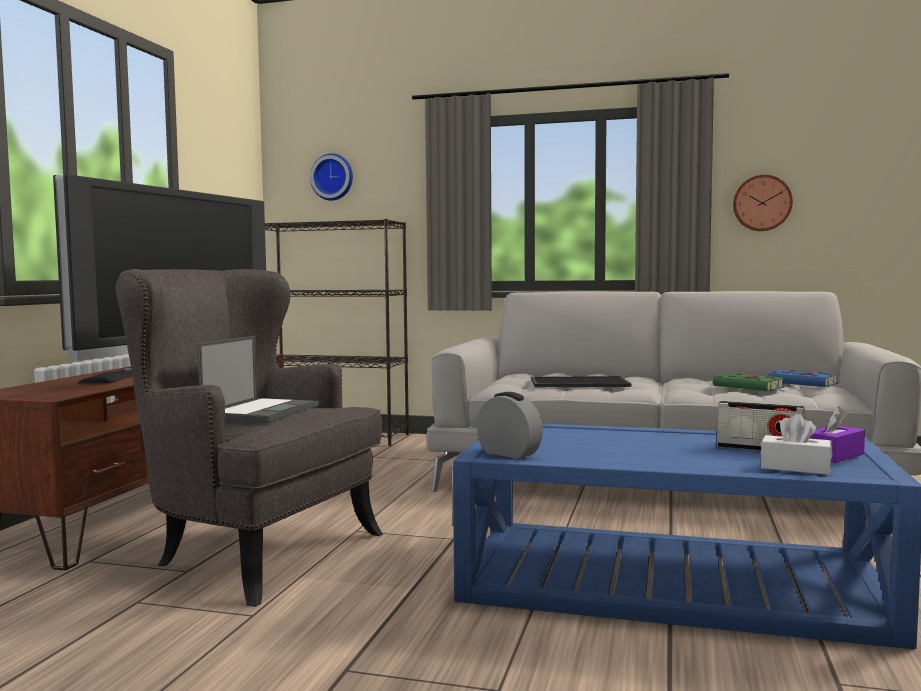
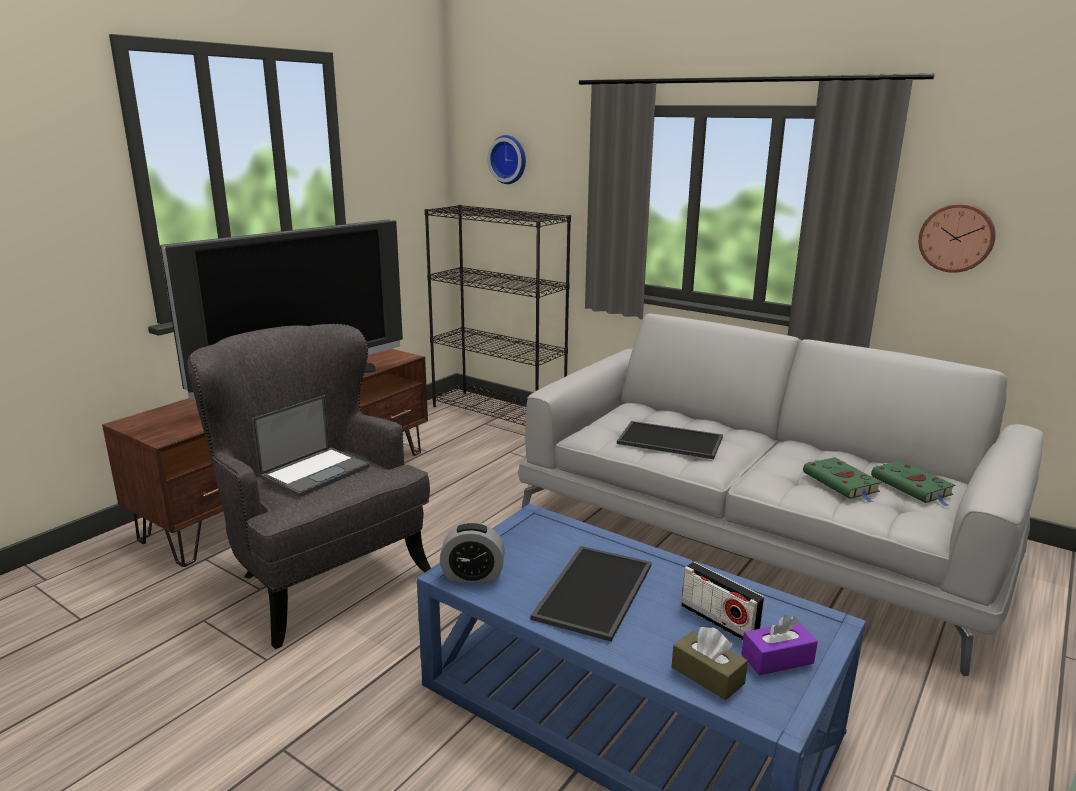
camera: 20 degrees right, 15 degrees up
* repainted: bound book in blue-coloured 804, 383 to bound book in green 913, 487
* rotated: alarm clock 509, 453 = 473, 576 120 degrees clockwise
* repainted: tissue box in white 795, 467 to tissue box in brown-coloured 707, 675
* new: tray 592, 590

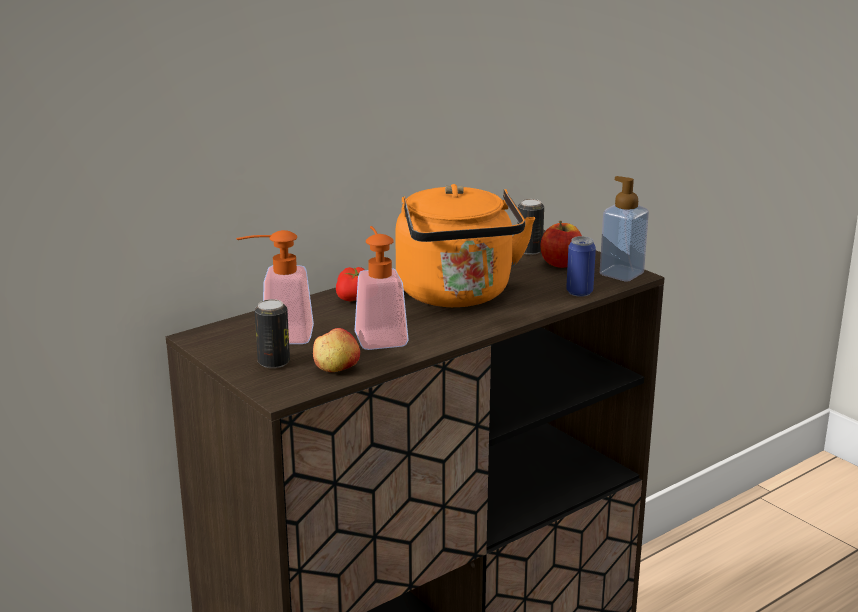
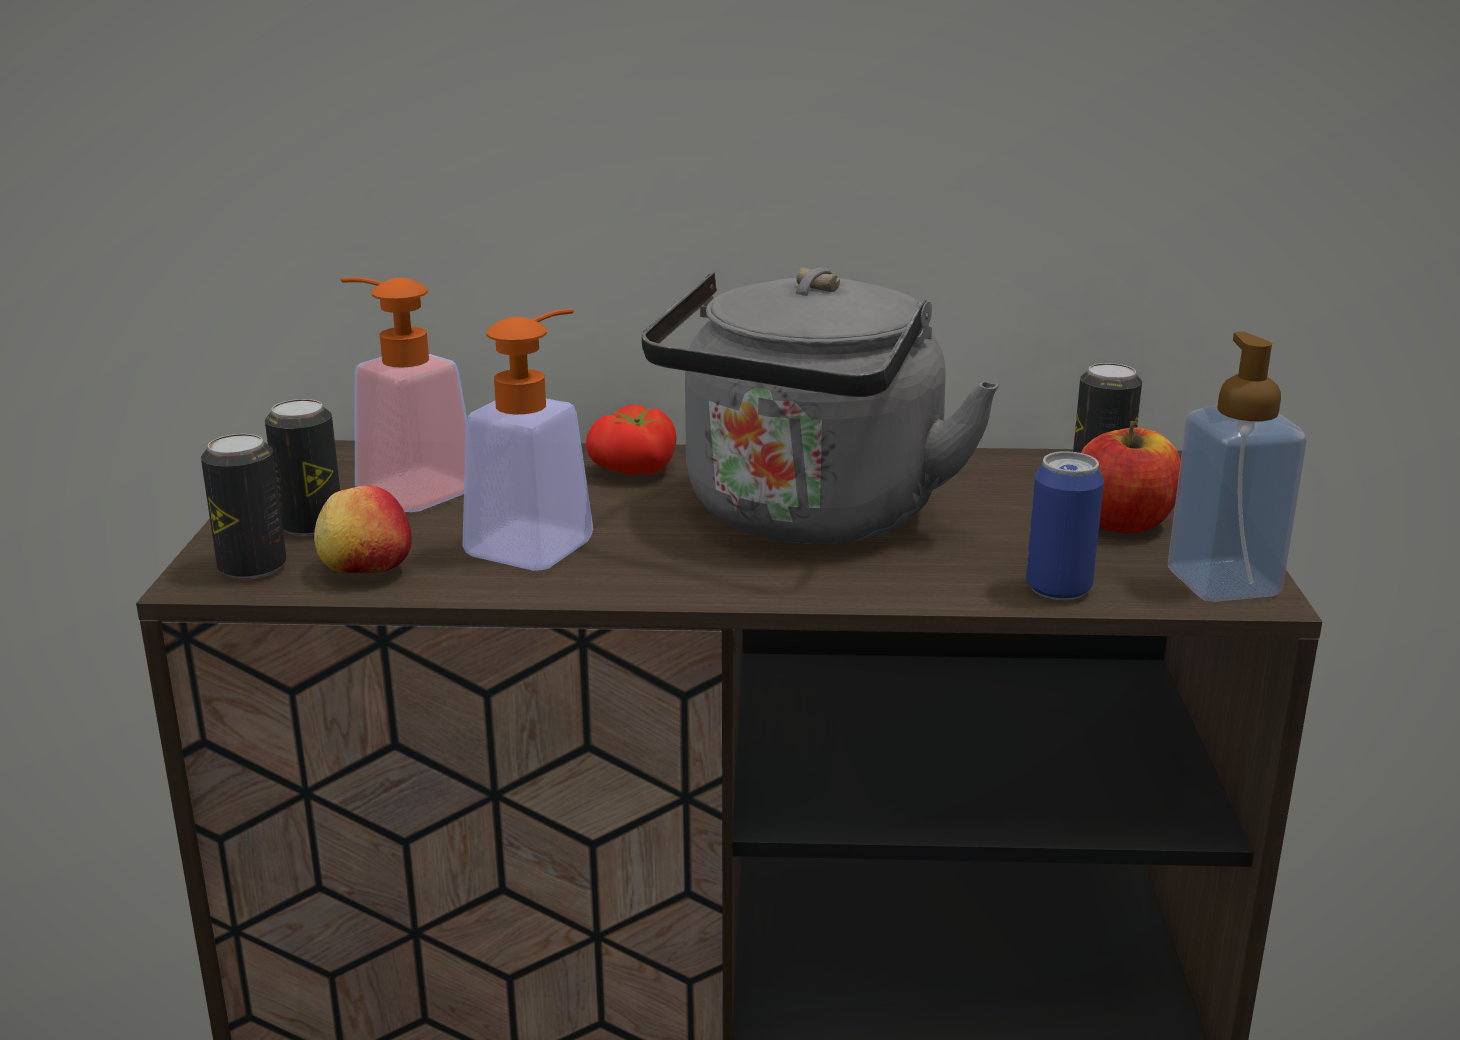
camera: 40 degrees right, 0 degrees up
* repainted: tea kettle in orange-coloured 457, 295 to tea kettle in gray 807, 518
* new: metal can 252, 567

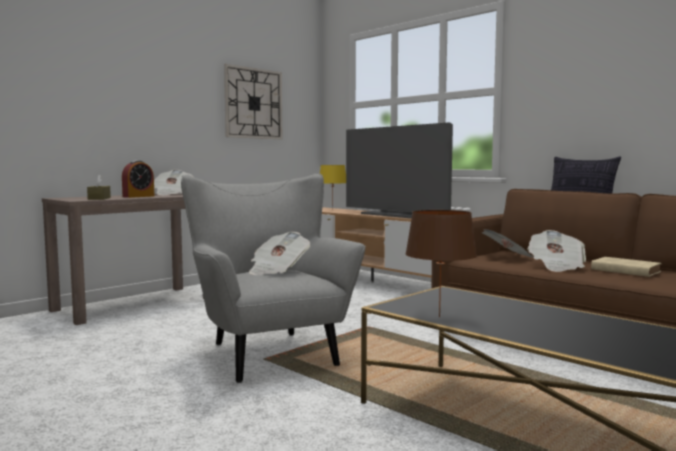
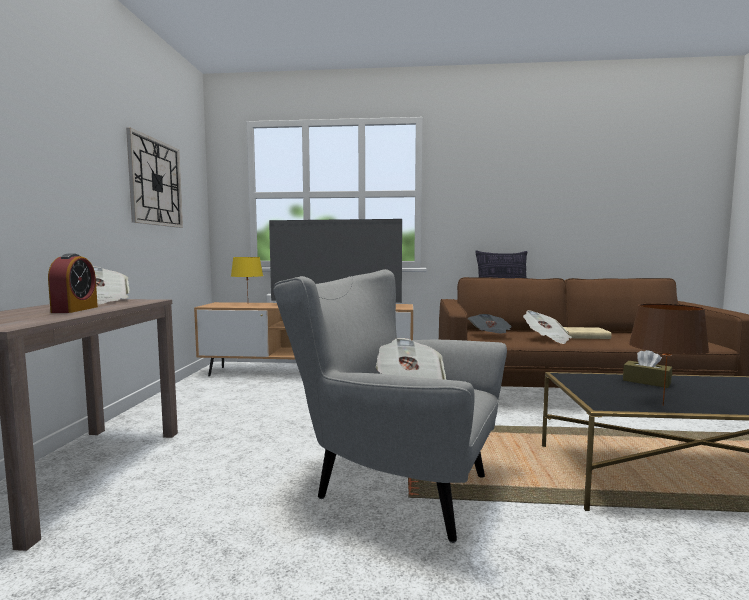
camera: 40 degrees left, 0 degrees up
* shifted: tissue box in brown-coloured 99, 198 to 646, 382

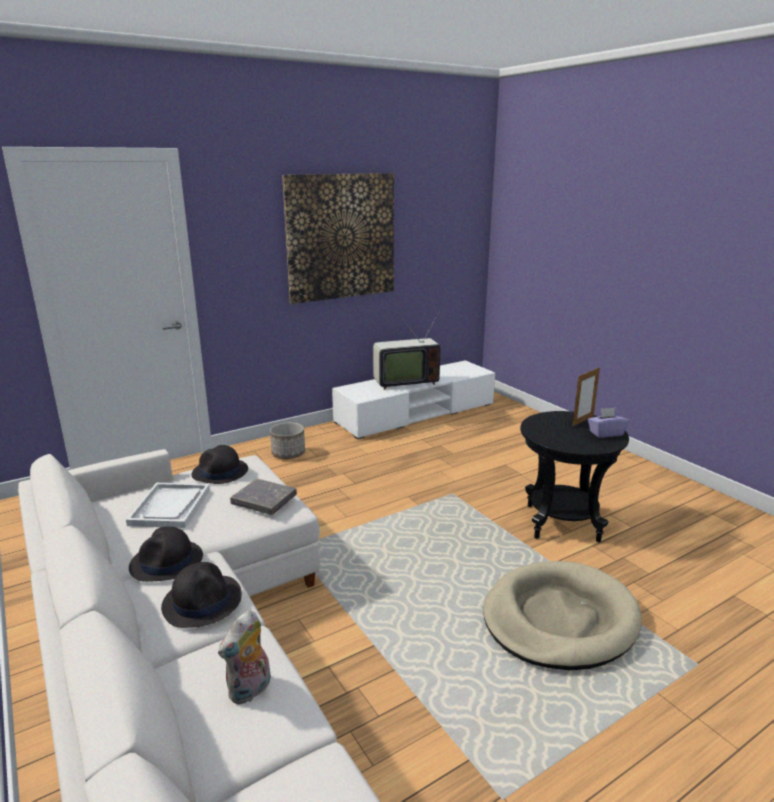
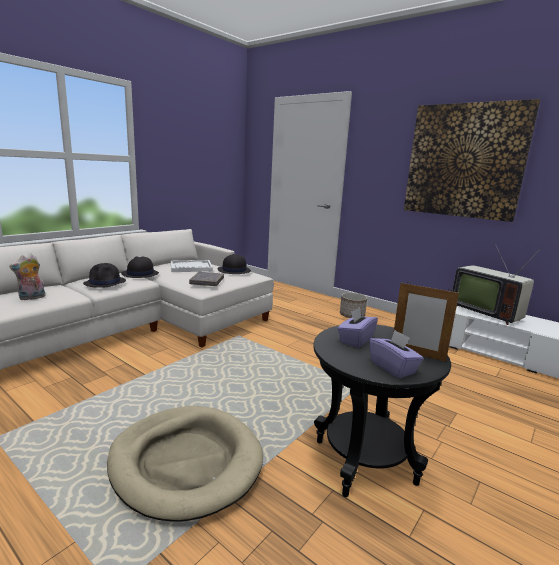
camera: 70 degrees right, 5 degrees down
* rotated: cuddly toy 250, 691 = 32, 298 60 degrees counterclockwise
* new: tissue box in purple-coloured 355, 340

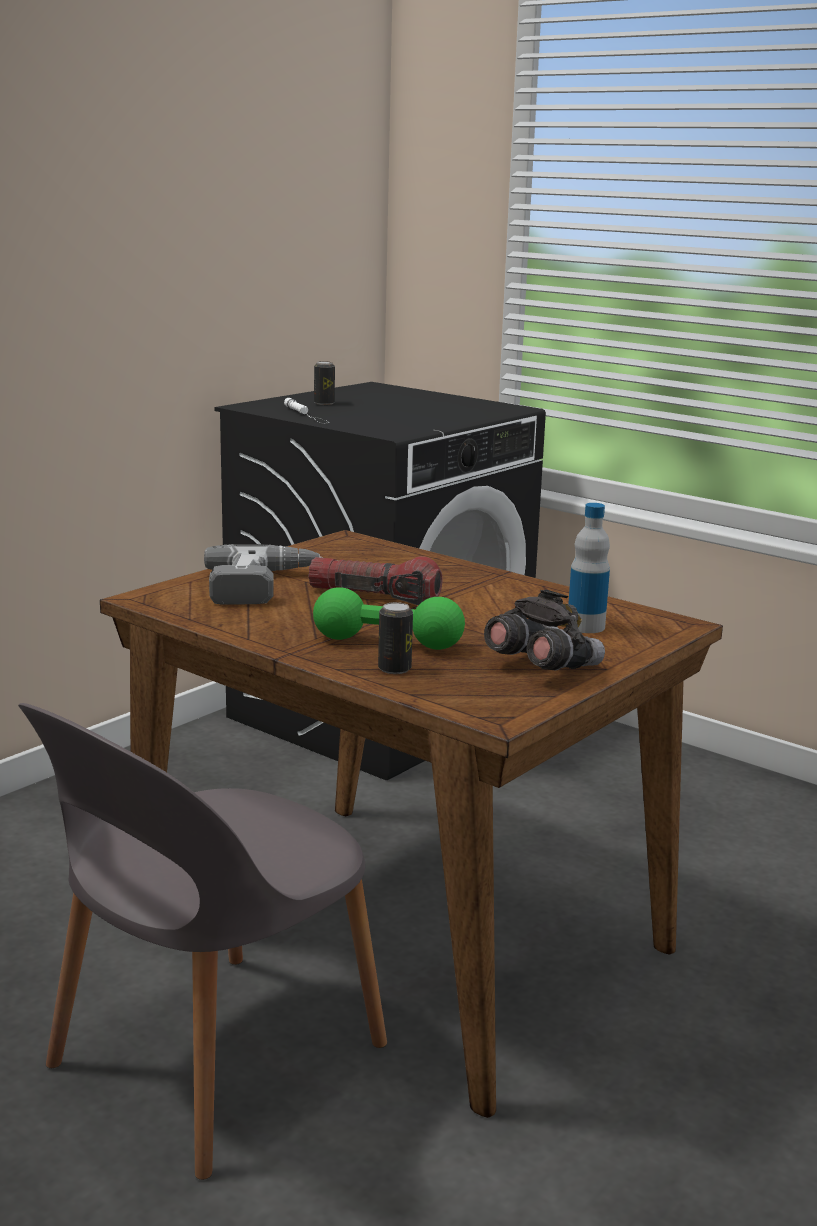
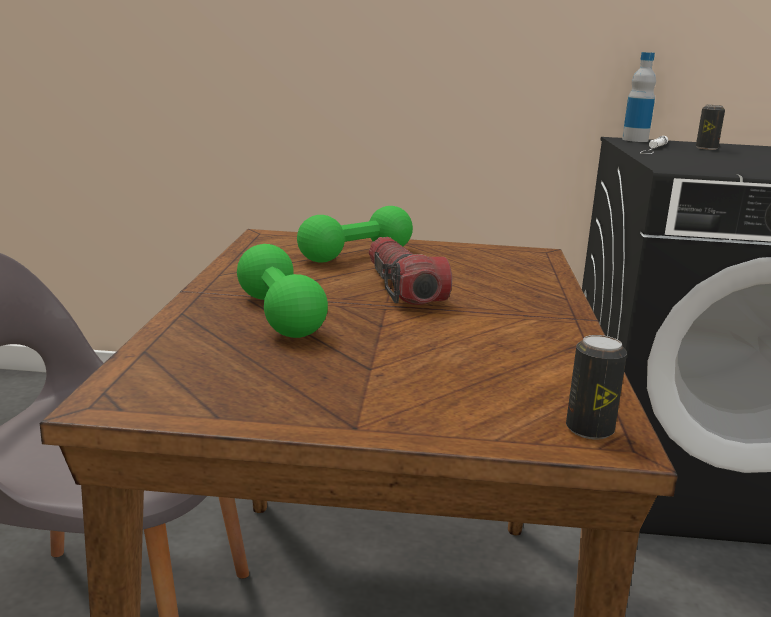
camera: 55 degrees right, 0 degrees up
* shifted: bottle 585, 626 to 635, 140
* swapped: electric drill 263, 586 to hand weight in green 356, 255
* gone: binoculars in gray 542, 667
* shifted: metal can 394, 669 to 589, 430

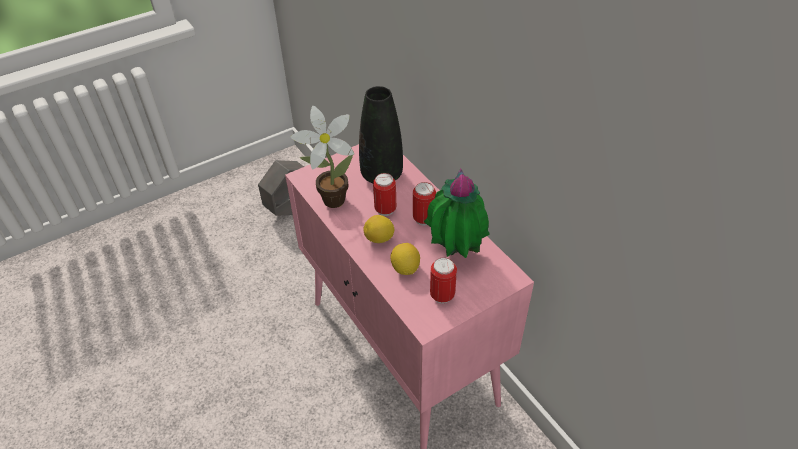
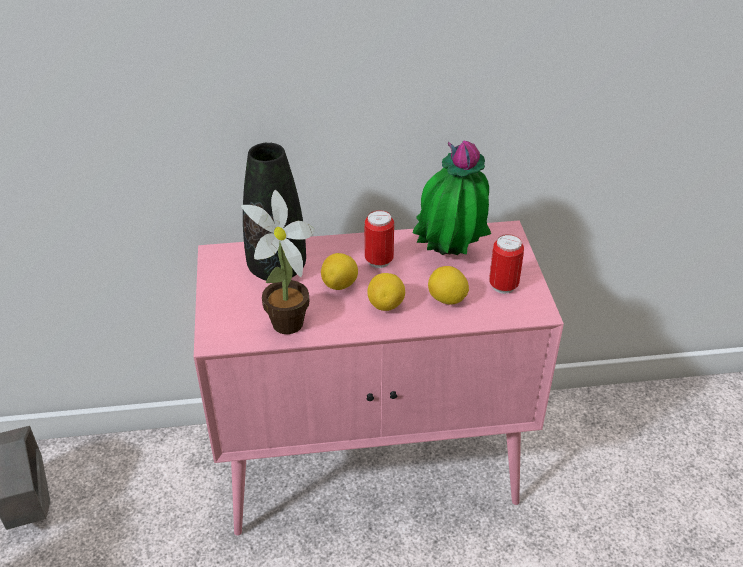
camera: 65 degrees left, 5 degrees down
* swapped: metal can 385, 209 to lemon 340, 285

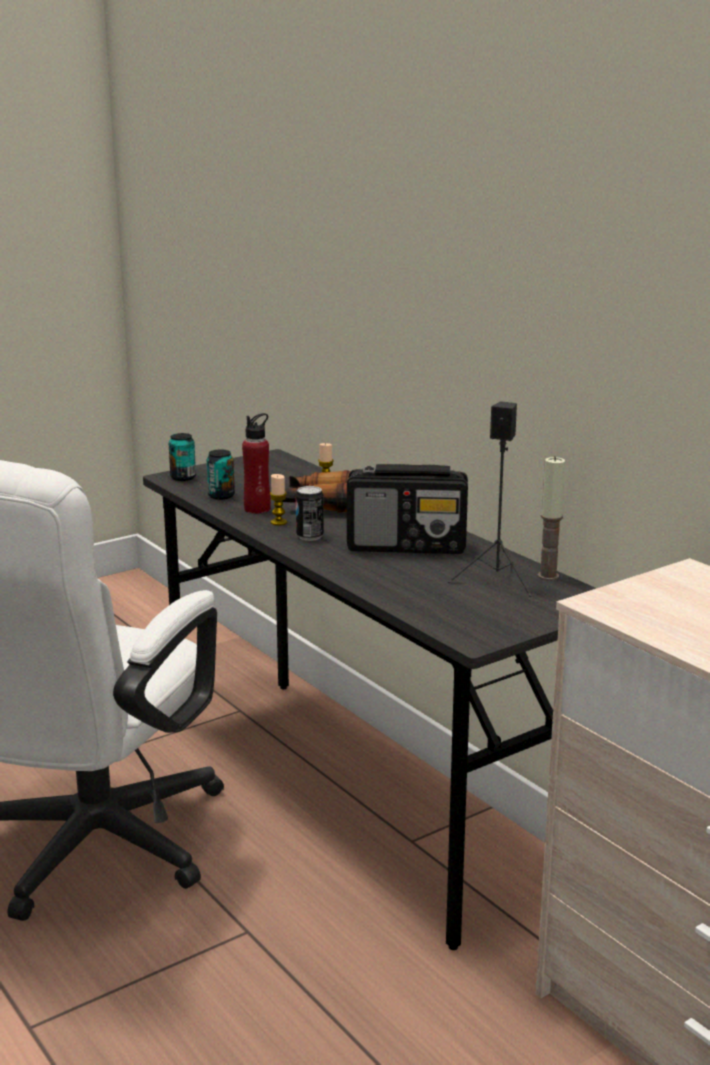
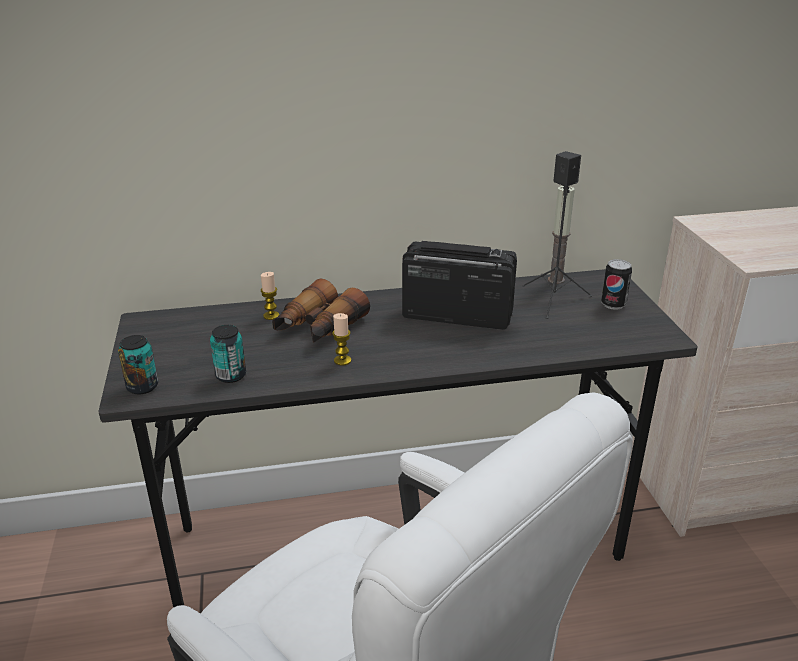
camera: 65 degrees left, 10 degrees up
* gone: bottle in reddish 257, 509
* rotated: radio set 407, 546 = 456, 315 105 degrees counterclockwise
* shifted: metal can 310, 536 to 613, 304

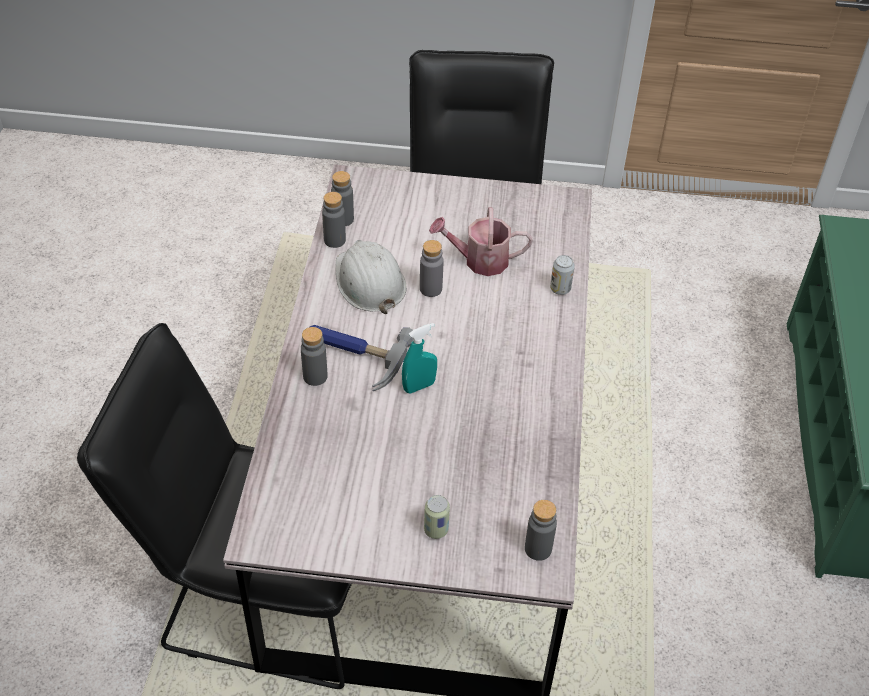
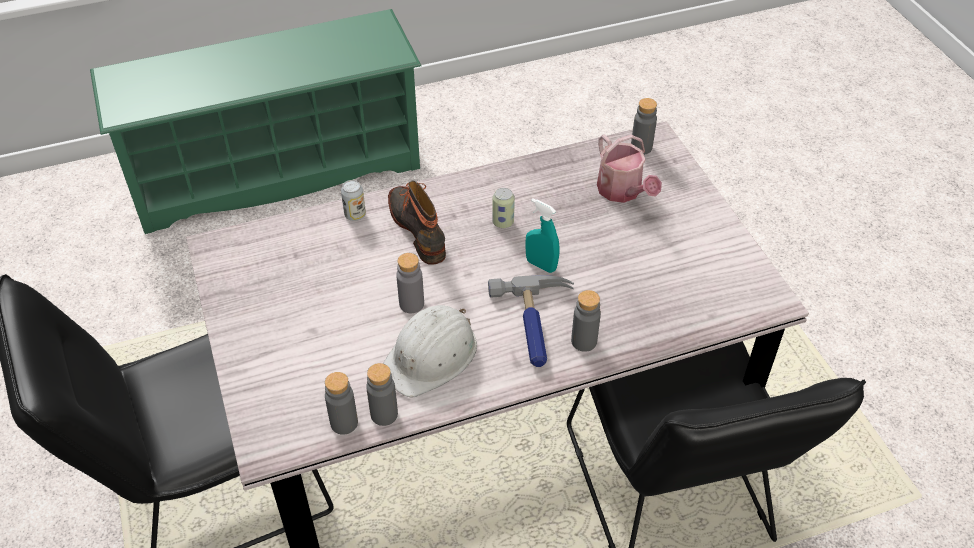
camera: 115 degrees left, 0 degrees up
* shifted: sprinkling can 479, 260 to 622, 192
* shifted: metal can 436, 530 to 503, 222
* new: tall boot 419, 229

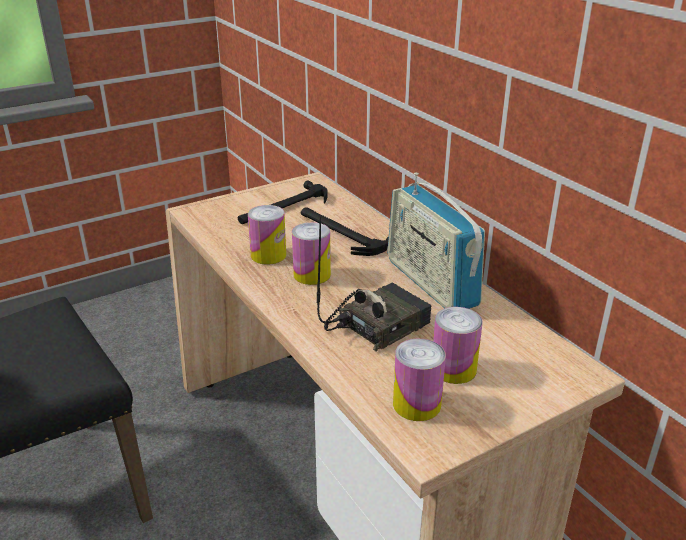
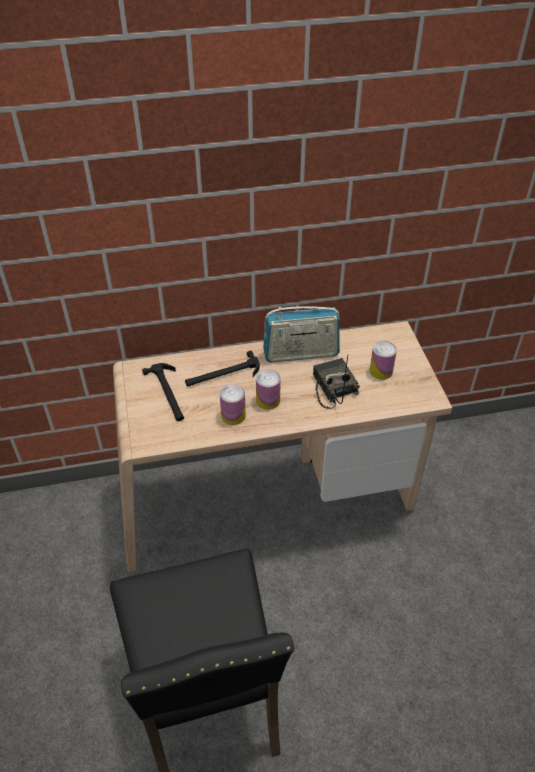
camera: 70 degrees left, 15 degrees up
* gone: metal can 416, 404

